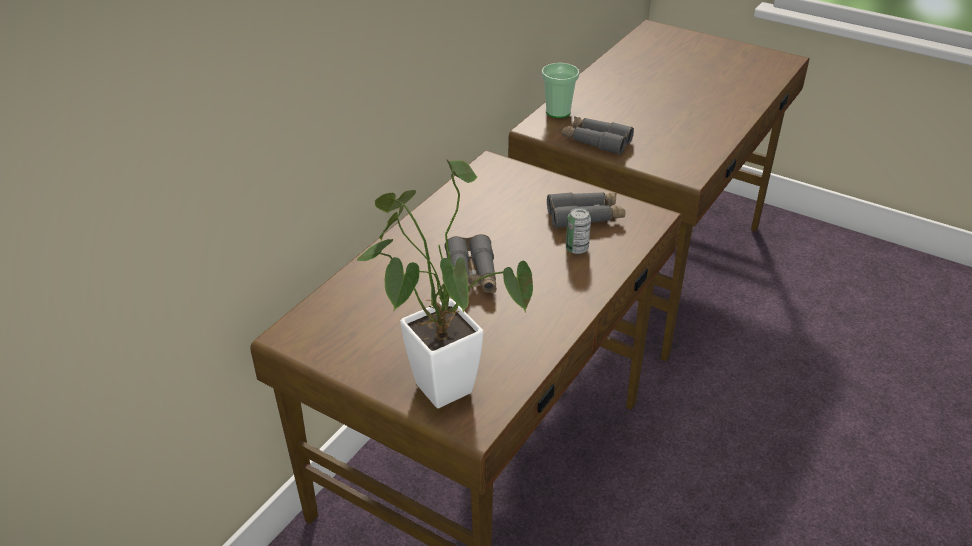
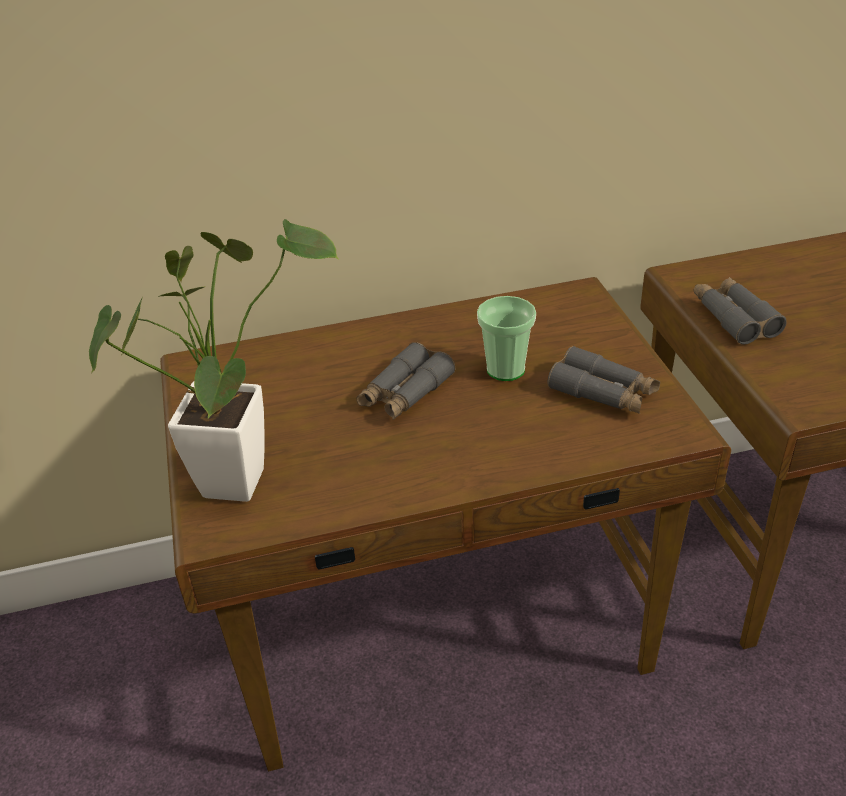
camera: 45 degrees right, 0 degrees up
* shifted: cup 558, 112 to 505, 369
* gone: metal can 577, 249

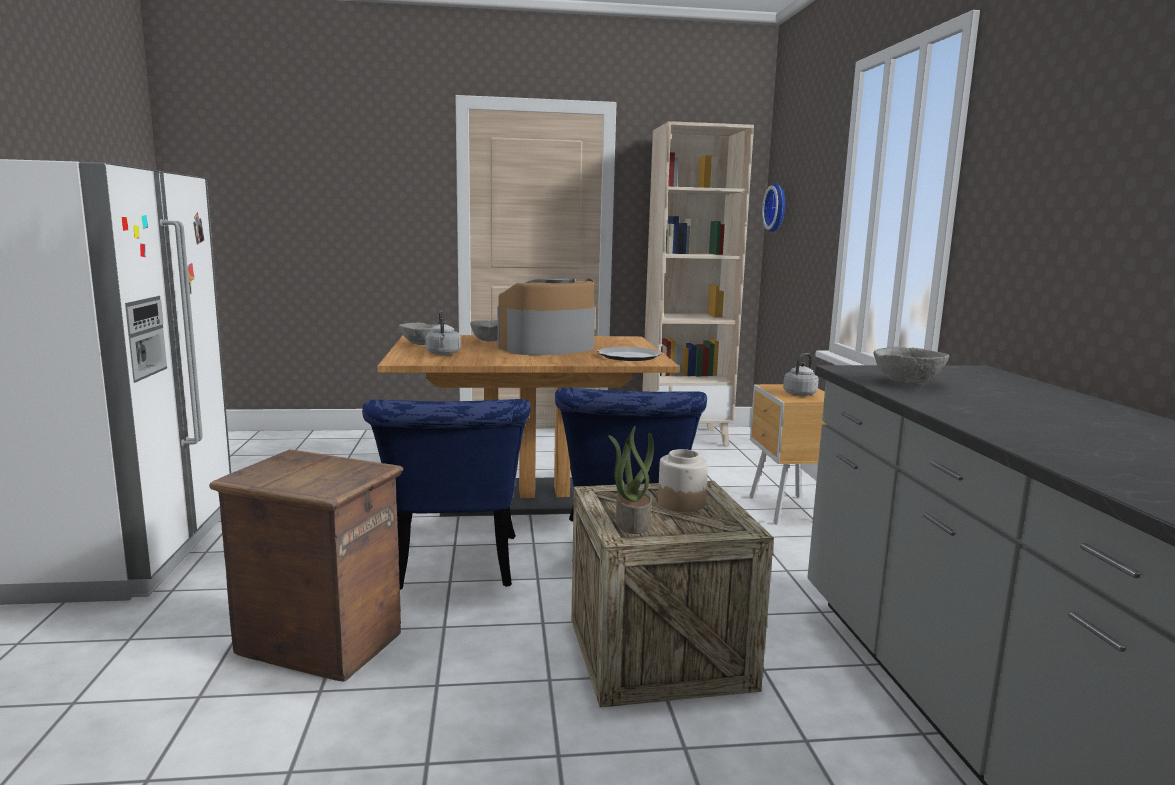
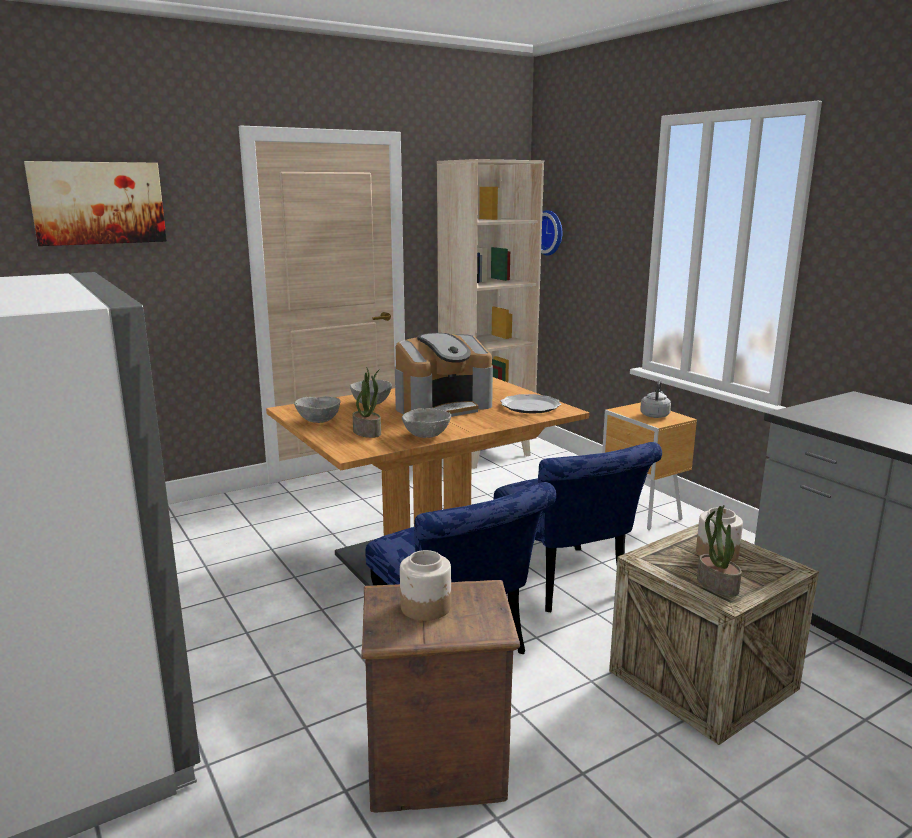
camera: 25 degrees left, 5 degrees up
* rotated: coffee maker 547, 348 = 442, 406 150 degrees counterclockwise
* swapped: tea kettle in gray 443, 354 to plant in a pot 368, 432
* shifted: serving bowl in gray 908, 383 to 427, 436
* new: wall art 98, 203
* new: storage jar 426, 607

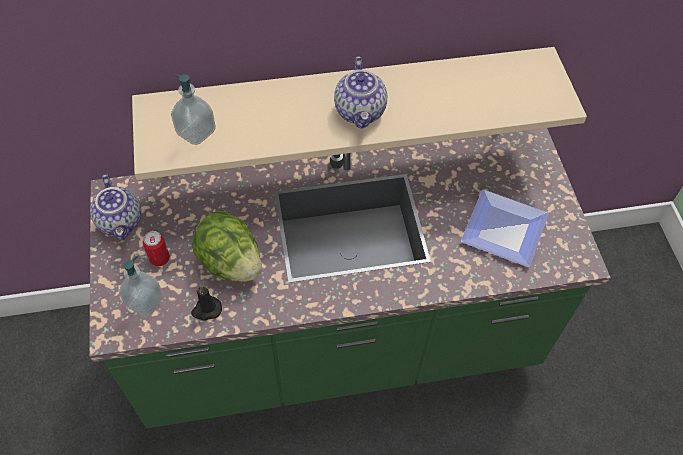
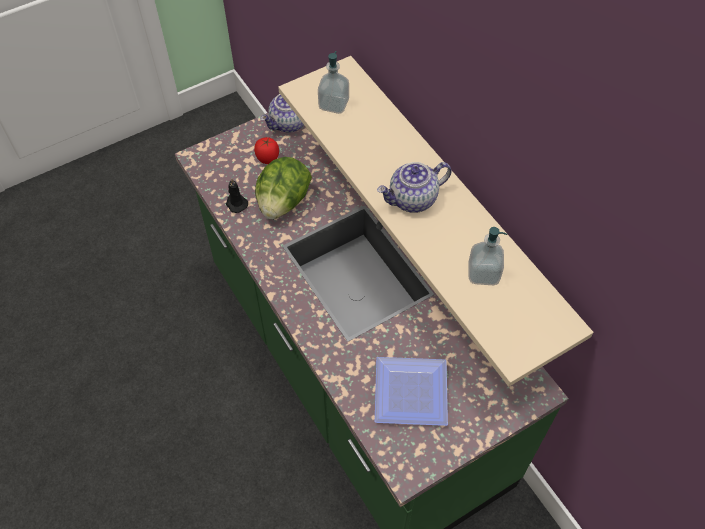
camera: 70 degrees right, 0 degrees up
* swapped: metal can 159, 258 to fresh tomato 267, 158
* shifted: soap dispenser 144, 301 to 483, 273

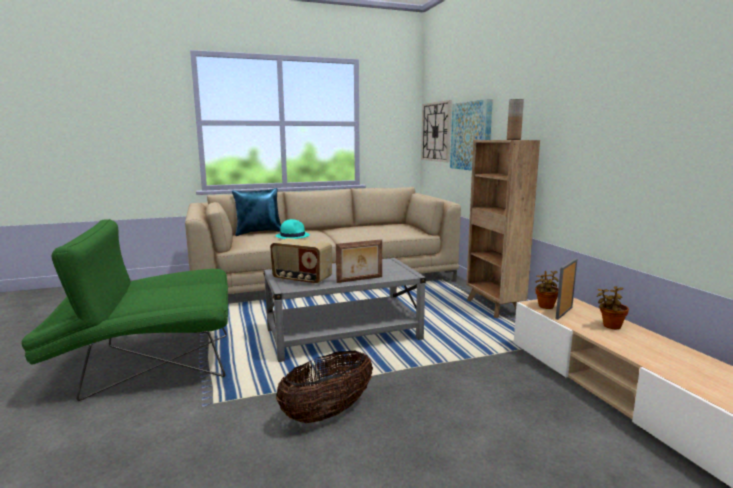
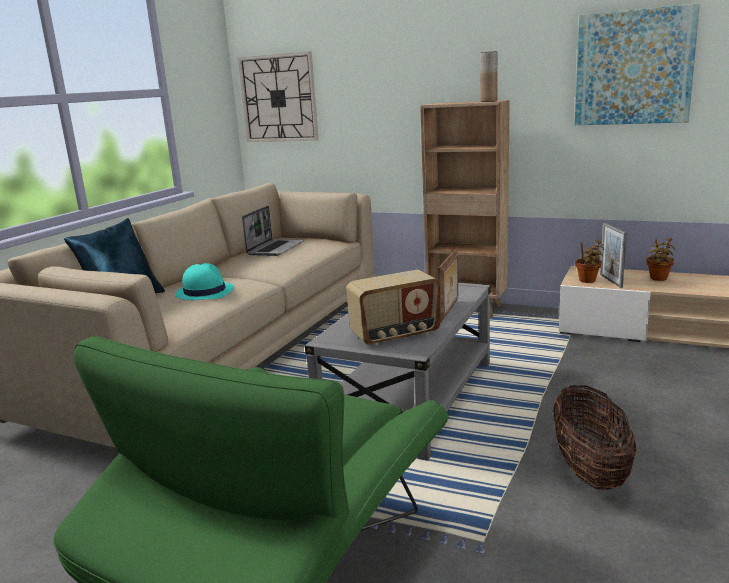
camera: 45 degrees left, 5 degrees up
* shifted: wall art 471, 136 to 633, 68
* new: portable computer 275, 248

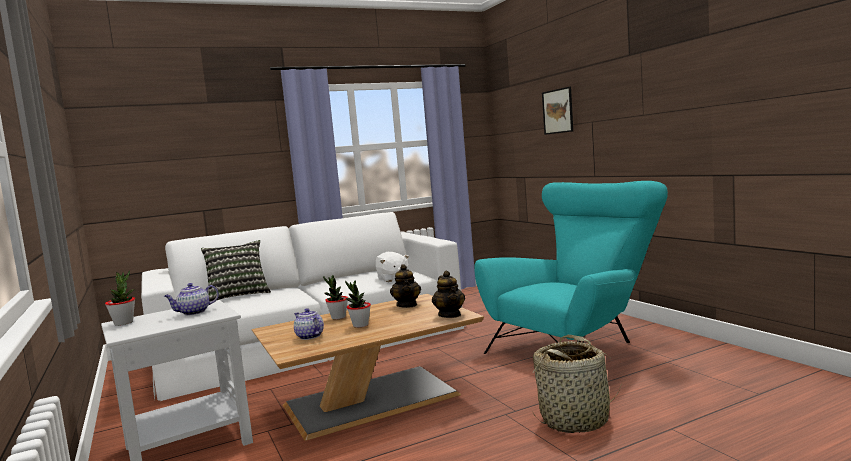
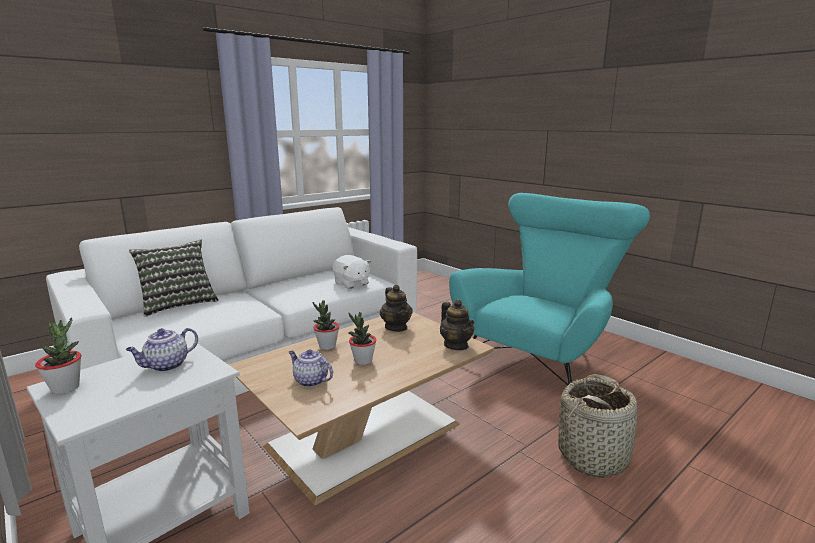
camera: 15 degrees left, 10 degrees up
* gone: wall art 558, 111

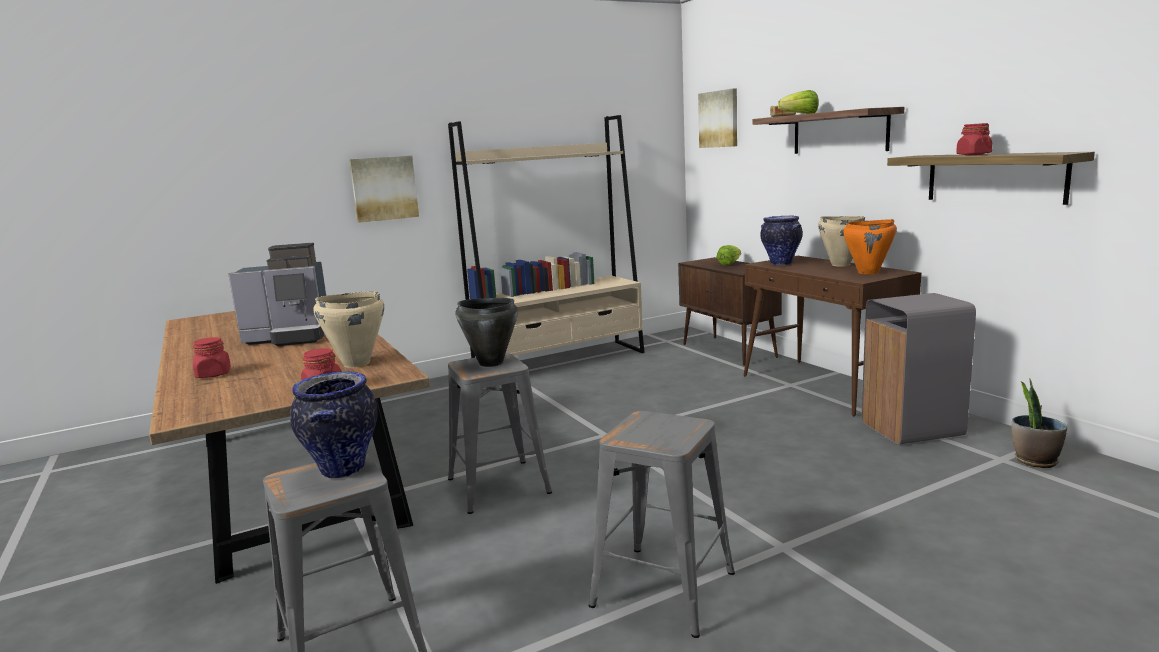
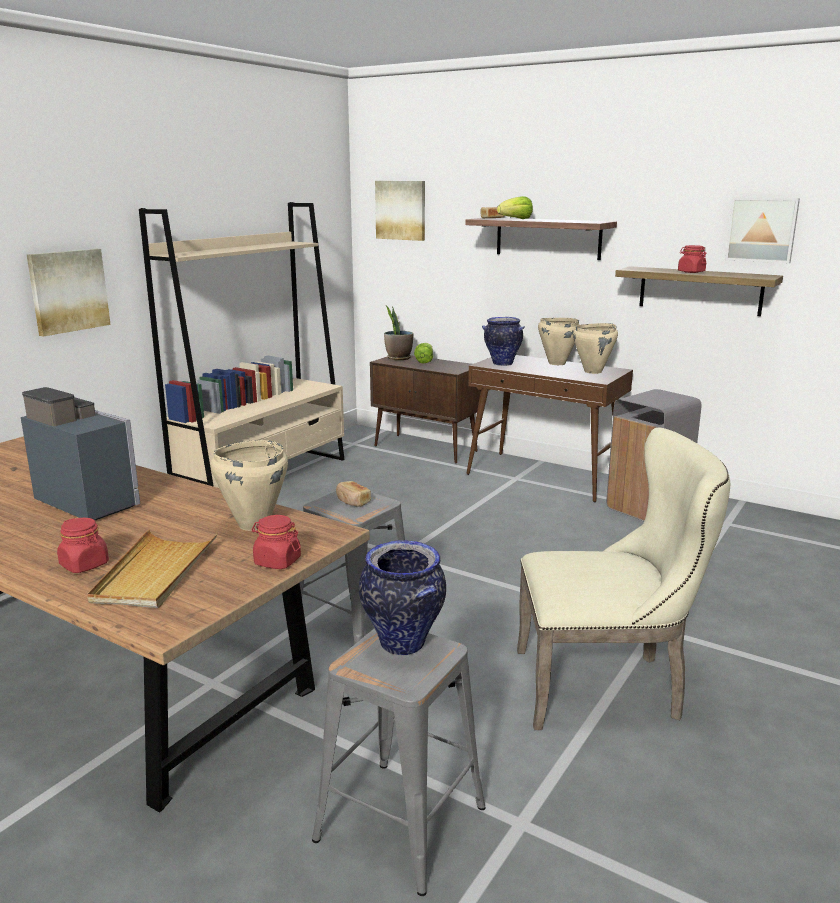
camera: 30 degrees left, 5 degrees up
* repainted: saucepot in orange-coloured 868, 272 to saucepot in beige 593, 371
* rotated: coffee maker 291, 338 = 90, 501 105 degrees counterclockwise
* swapped: saucepot in black 490, 363 to bakery bread 352, 501
* shifted: plant in a pot 1034, 461 to 398, 358
* swapped: stool in gray 665, 589 to upright chair in beige 607, 686
* new: wall art 762, 229
* new: tray in beige 155, 573

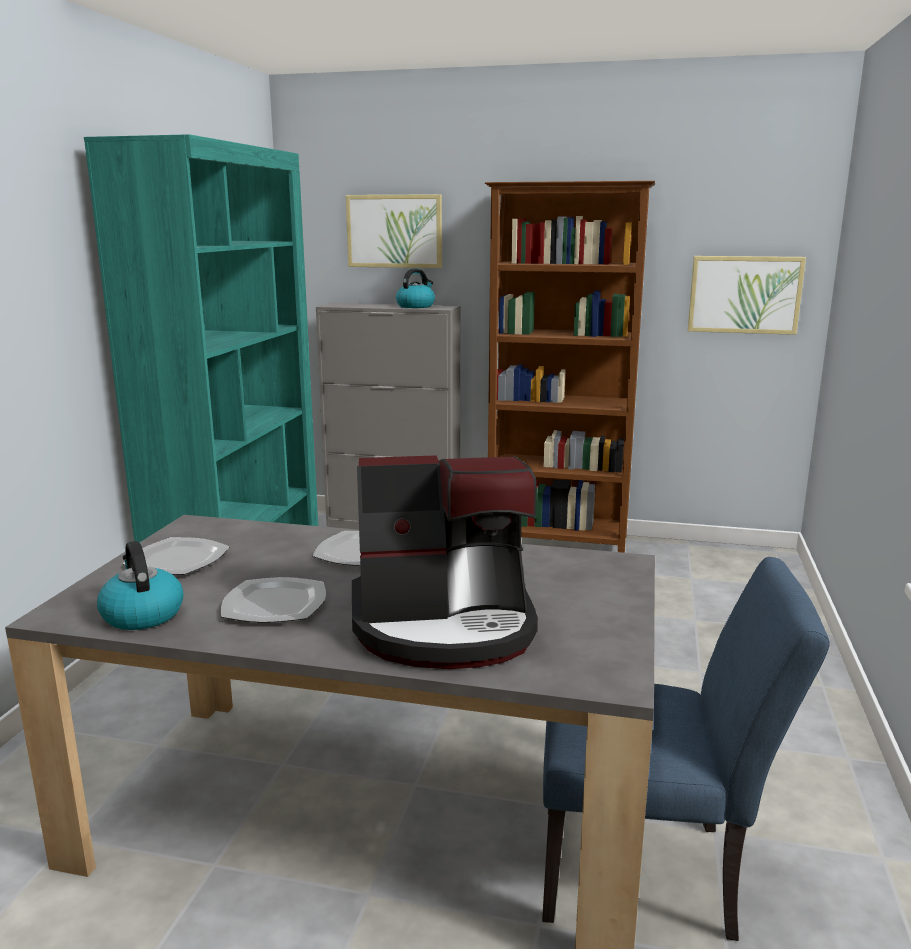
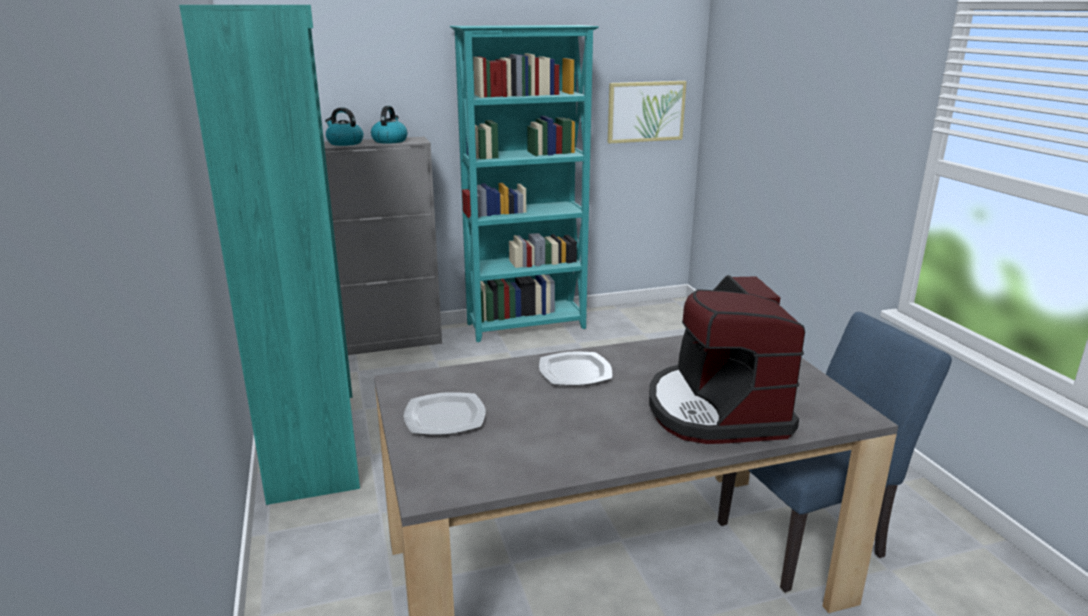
camera: 30 degrees left, 5 degrees up
* repainted: shelving unit in brown-coloured 558, 541 to shelving unit in blue-green 527, 326
* gone: wall art 394, 231
* rotated: coffee maker 445, 625 = 716, 410 120 degrees clockwise
* shifted: tea kettle 142, 614 to 344, 143
* gone: flat dish 275, 605

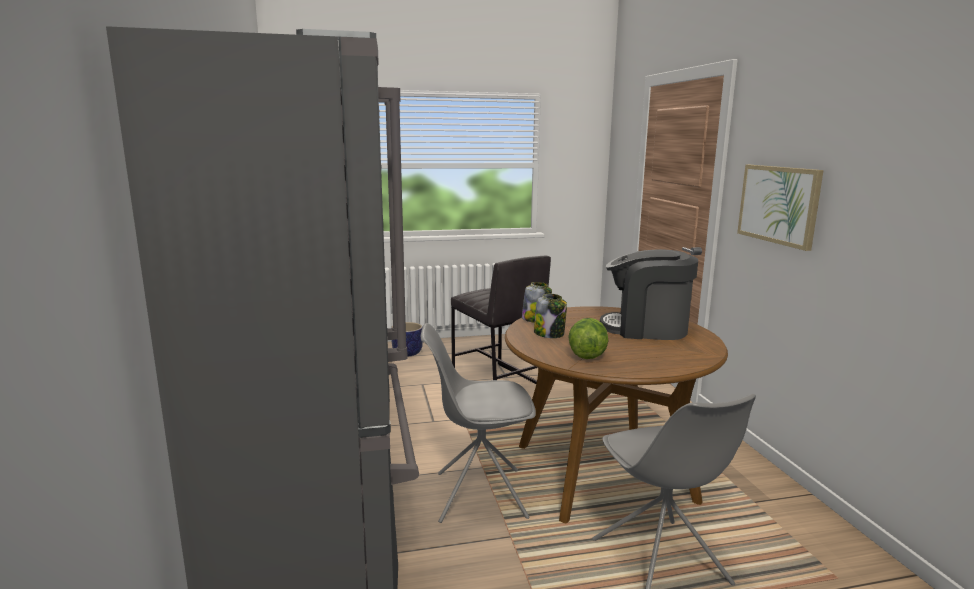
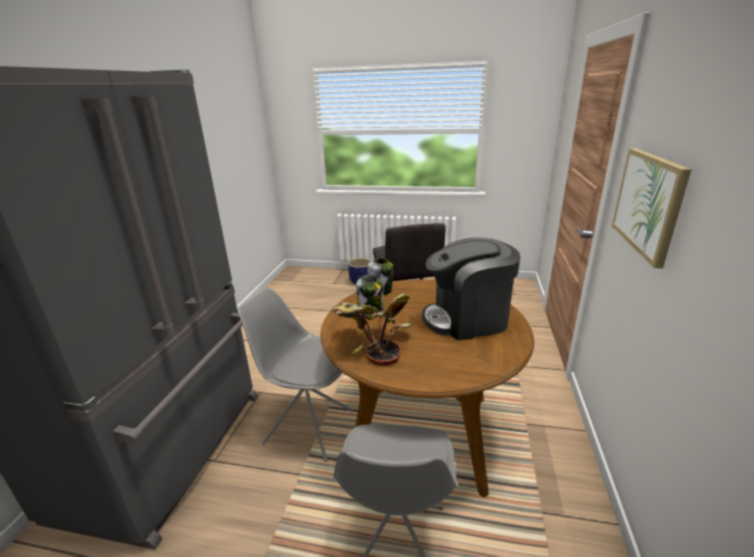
camera: 25 degrees right, 10 degrees up
* rotated: coffee maker 646, 328 = 467, 319 45 degrees counterclockwise
* swapped: head of lettuce 587, 355 to plant in a pot 371, 344

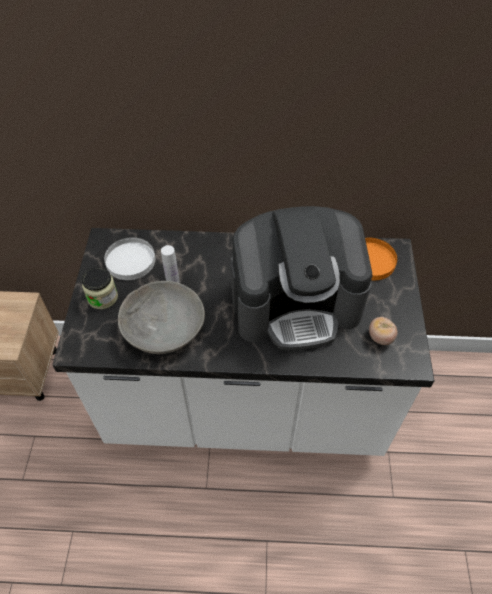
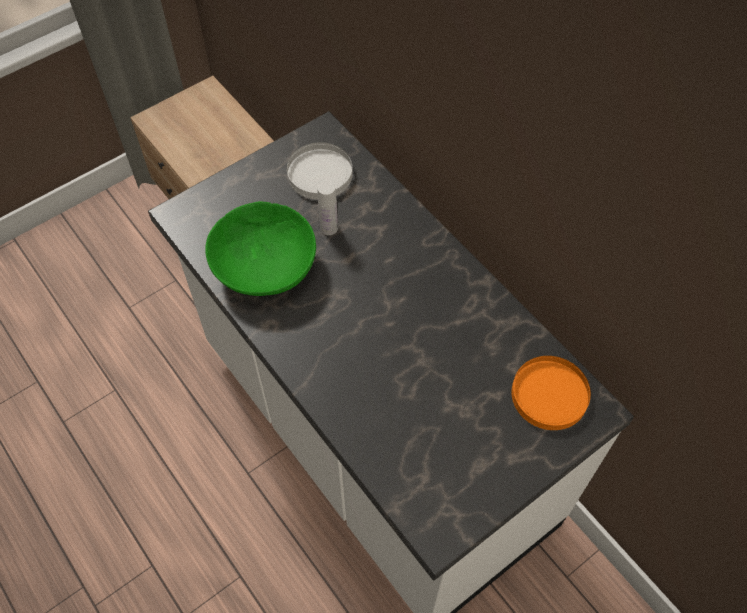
camera: 50 degrees right, 5 degrees up
* gone: coffee maker 296, 303
* gone: storage jar 102, 297
* repainted: serving bowl in gray 163, 329 to serving bowl in green 264, 265
* gone: fresh tomato 380, 337

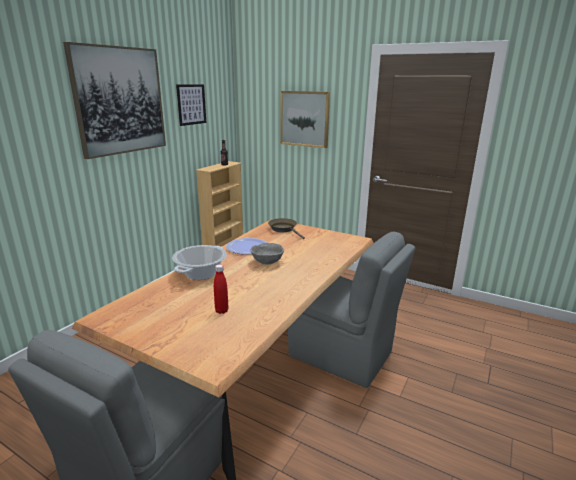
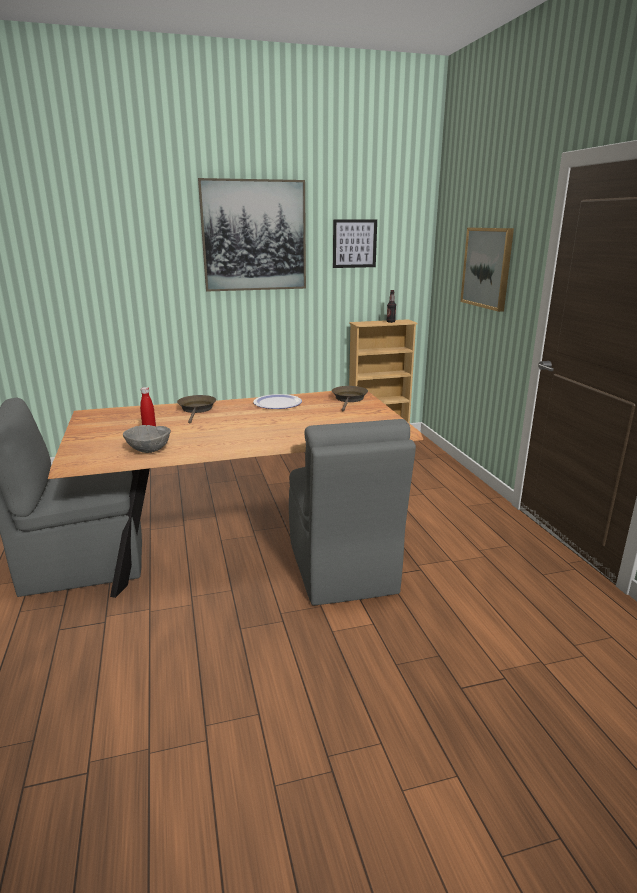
camera: 45 degrees right, 0 degrees up
* shifted: serving bowl in gray 267, 262 to 148, 450
* swapped: saucepot 201, 274 to pan in brown-coloured 197, 409

